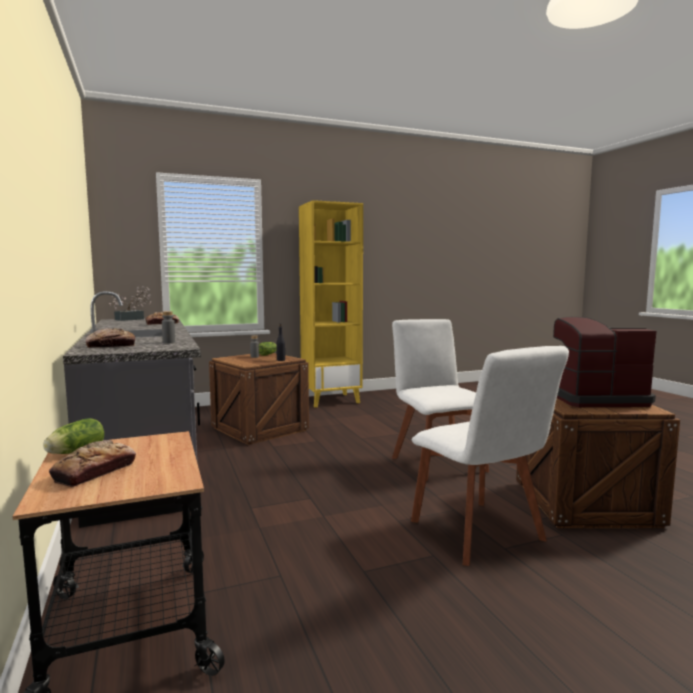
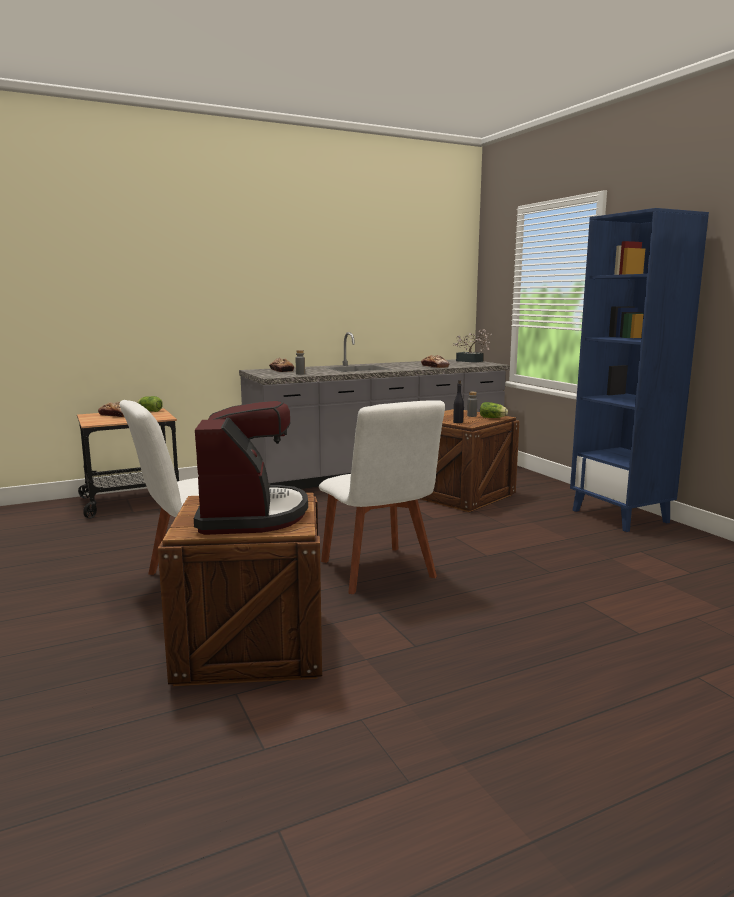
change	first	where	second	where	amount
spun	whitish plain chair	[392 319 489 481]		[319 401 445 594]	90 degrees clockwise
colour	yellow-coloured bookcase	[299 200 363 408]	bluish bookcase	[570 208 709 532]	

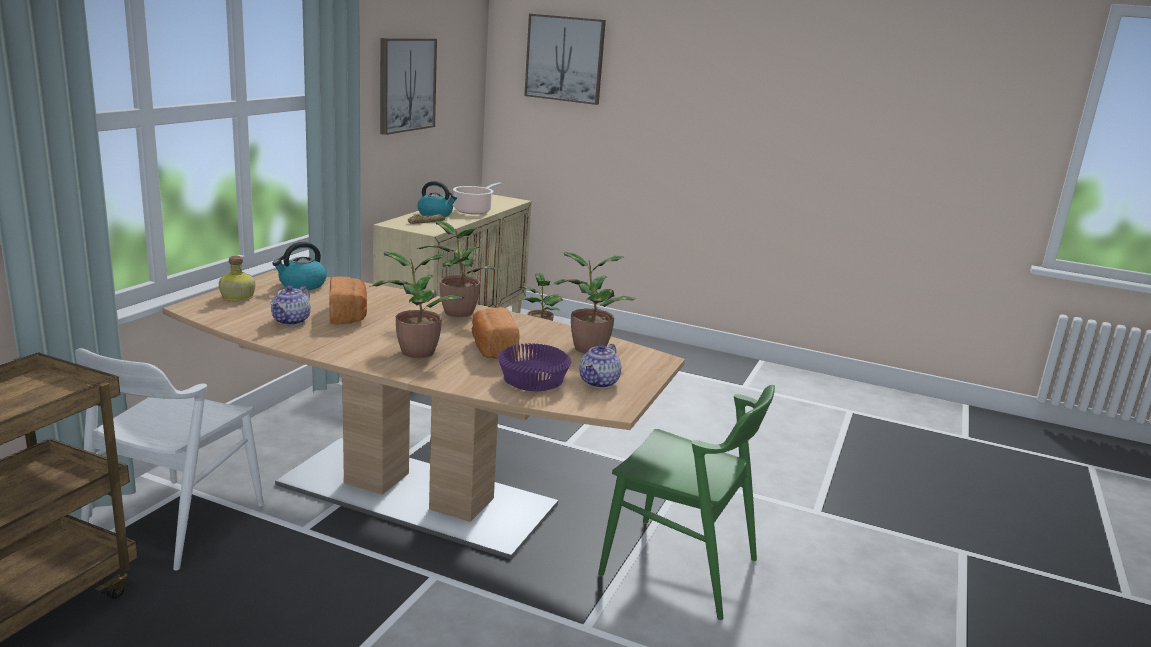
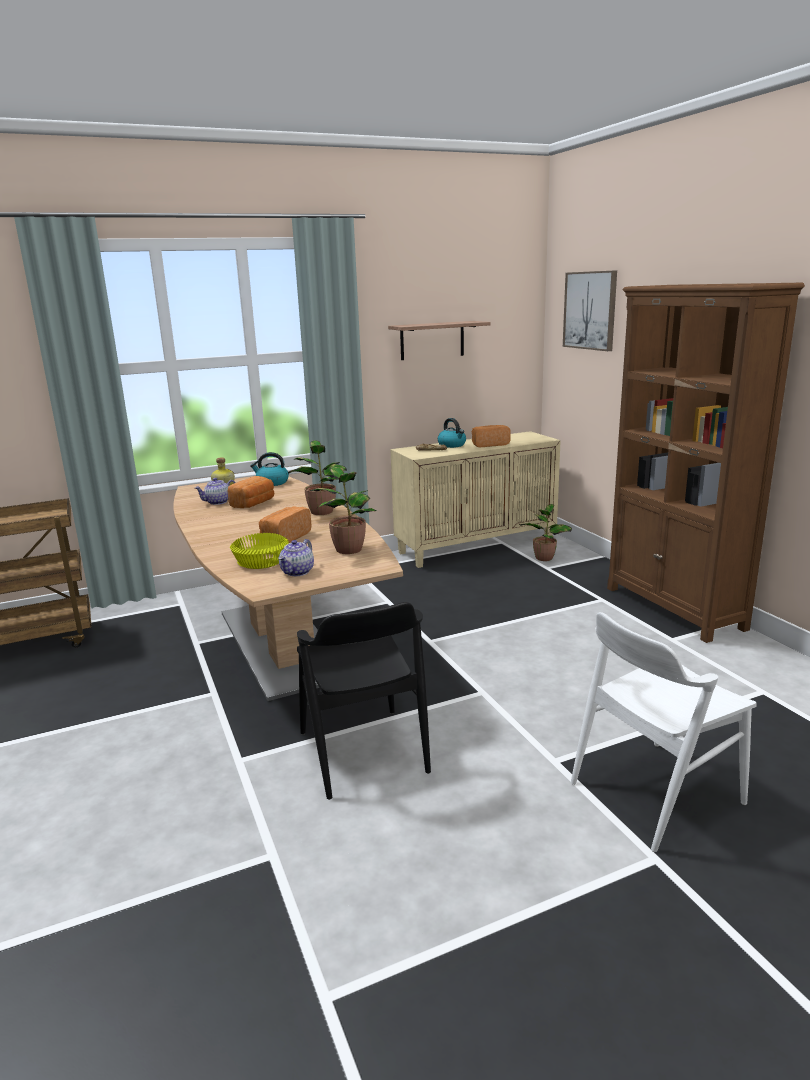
change	first	where	second	where	amount
colour	purplish deep dish	[498 343 572 391]	yellow-coloured deep dish	[230 533 289 569]	
spun	teapot	[579 343 621 388]		[278 539 314 576]	45 degrees counterclockwise
colour	green plain chair	[598 385 775 620]	blackish plain chair	[297 602 431 800]	
exchanged	wall art	[380 38 437 135]	shelf	[388 321 490 360]	
exchanged	saucepot	[453 183 502 215]	baked bread	[472 425 511 447]	
relocated	whitish plain chair	[75 348 264 571]		[571 612 756 852]	
appeared			brown-coloured bookcase	[607 283 805 643]	
missing	plant in a pot	[369 252 465 358]			

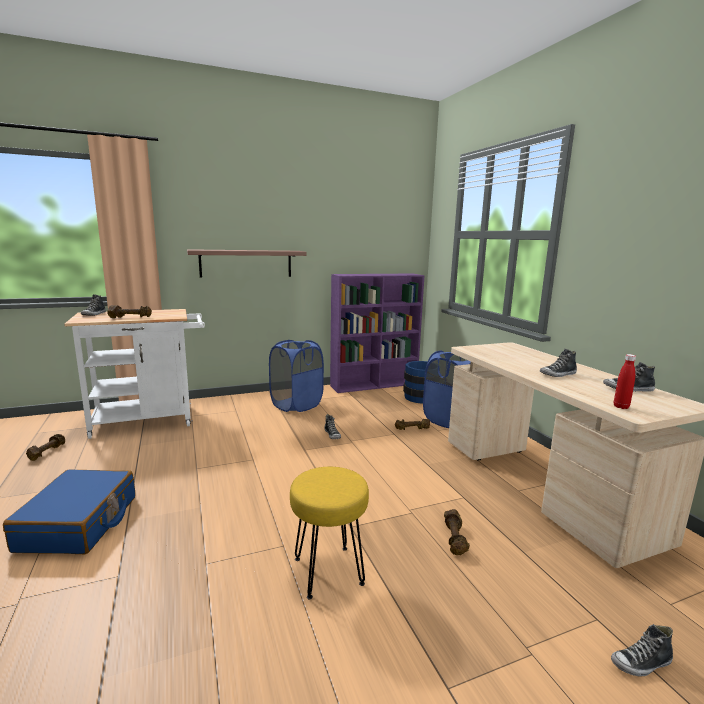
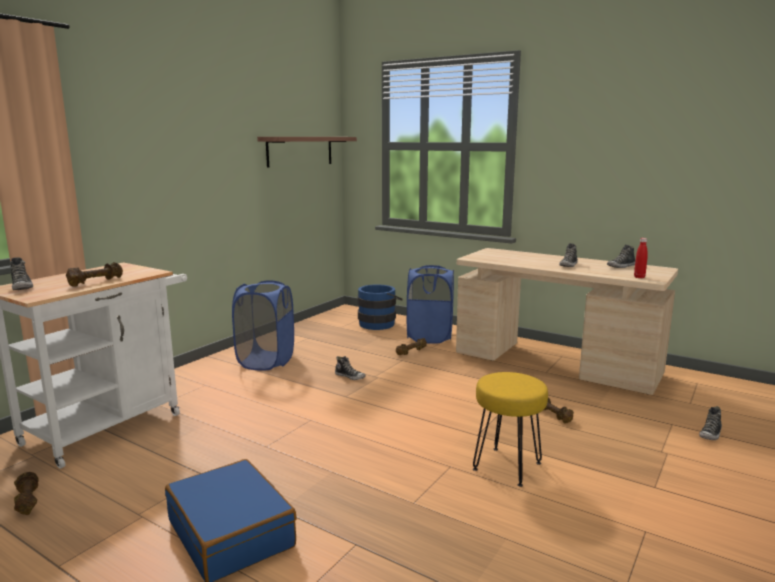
change	first	where	second	where	amount
relocated	shelf	[187 249 307 278]		[257 137 357 168]	
missing	purplish bookcase	[330 274 425 393]			

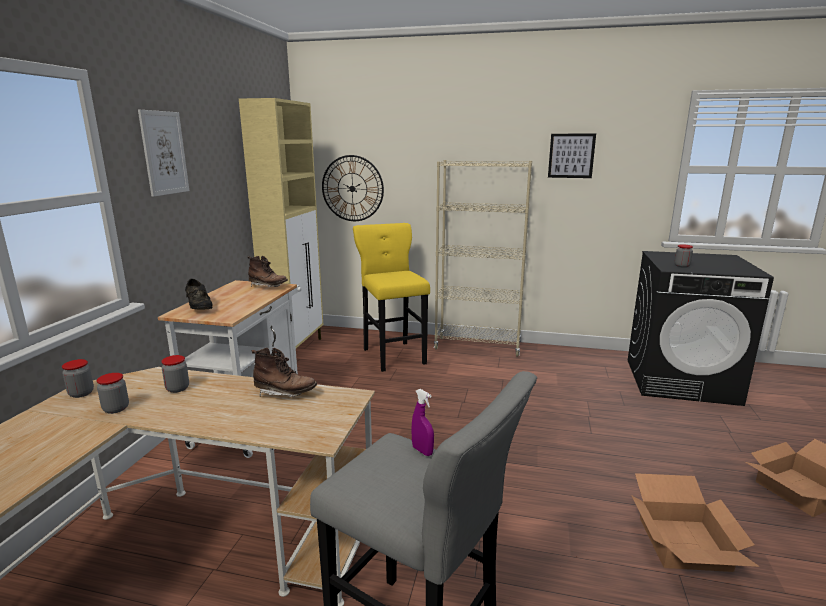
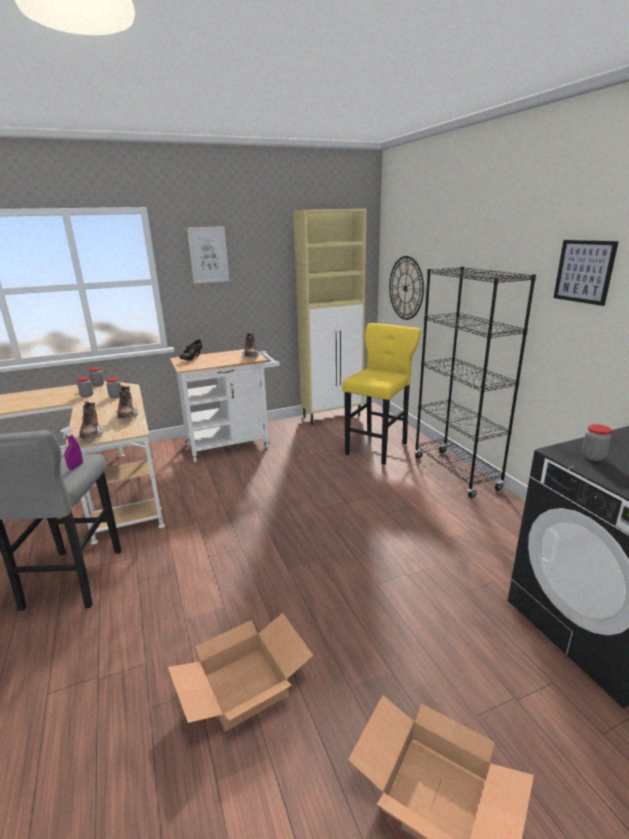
change	first	where	second	where	amount
appeared			brown-coloured boot	[78 401 104 440]	
colour	beige-coloured bookcase	[434 160 532 357]	blackish bookcase	[414 266 536 499]	

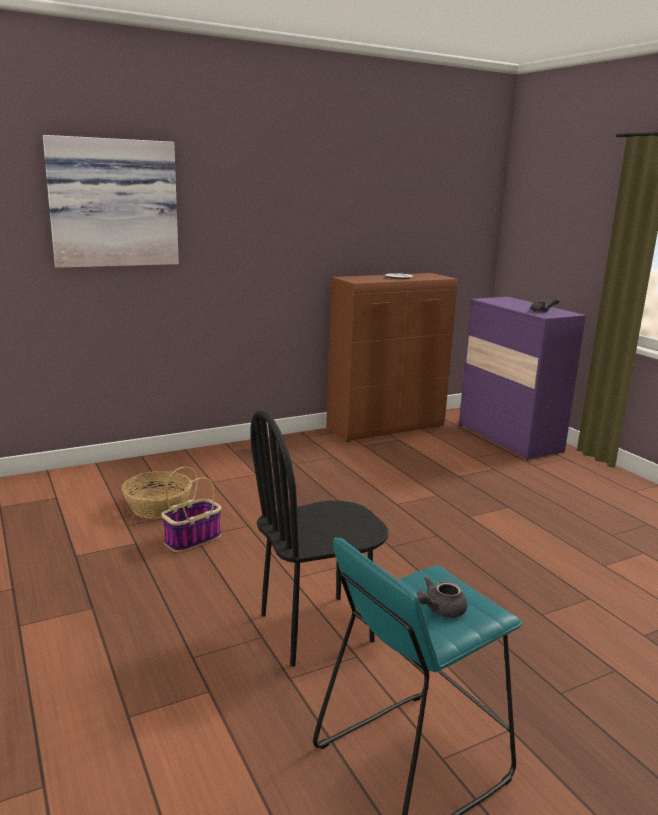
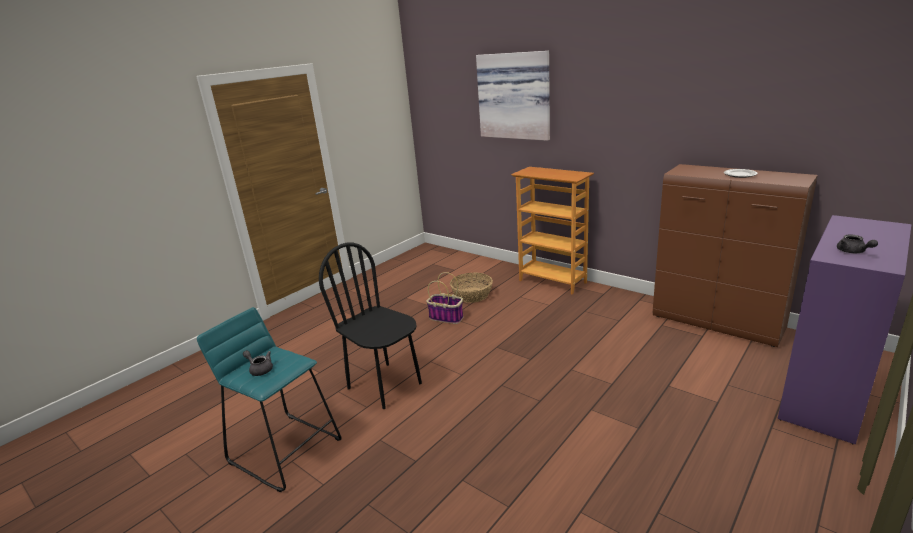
change	first	where	second	where	amount
appeared			bookcase	[511 167 594 295]	

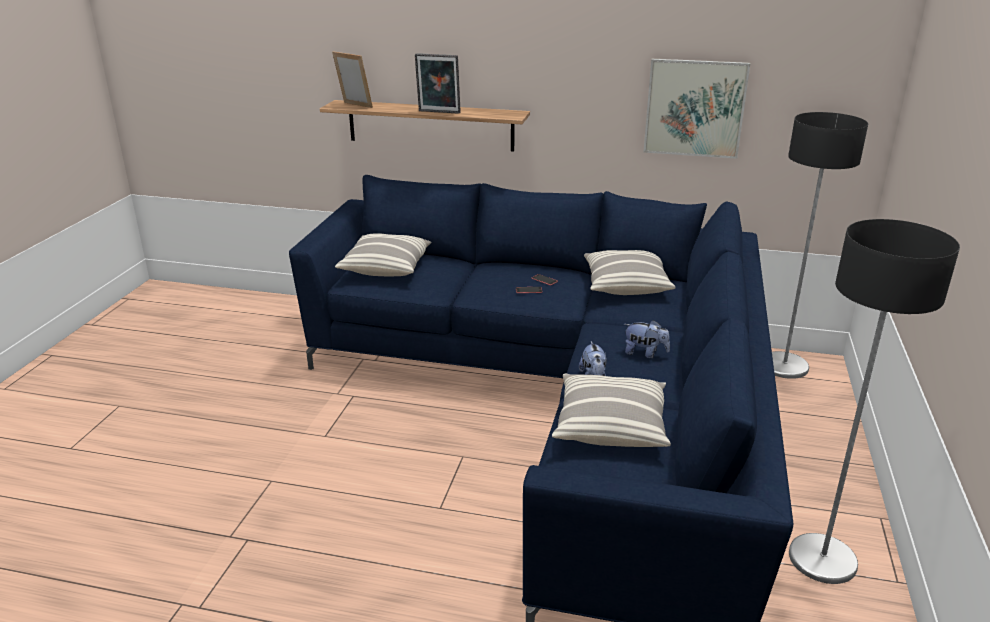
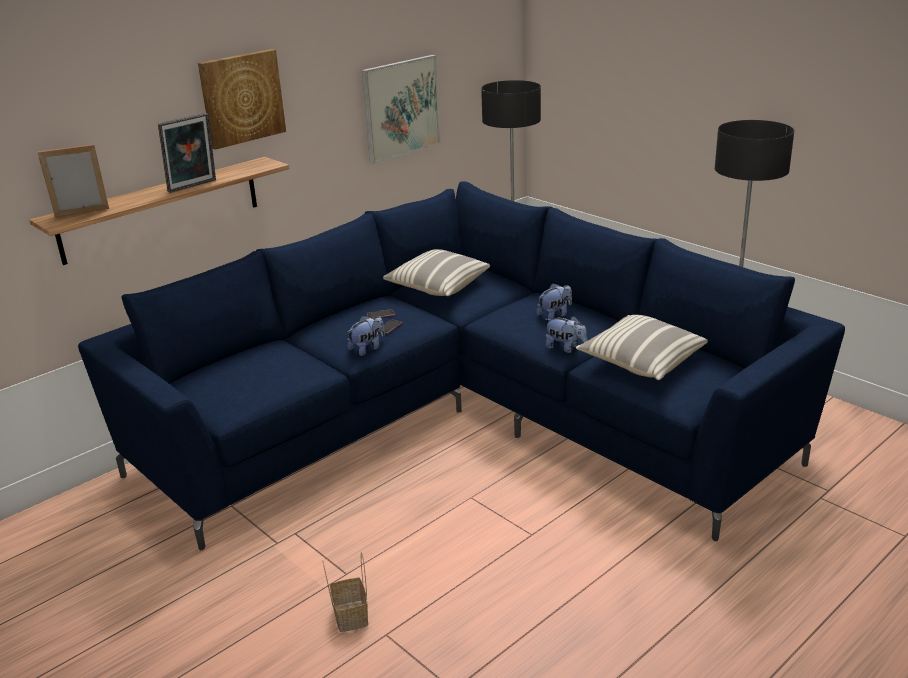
change	first	where	second	where	amount
appeared			wall art	[198 49 286 150]	
appeared			household basket	[322 552 368 632]	
appeared			soft toy	[347 316 385 356]	
missing	cushion	[335 233 432 276]			

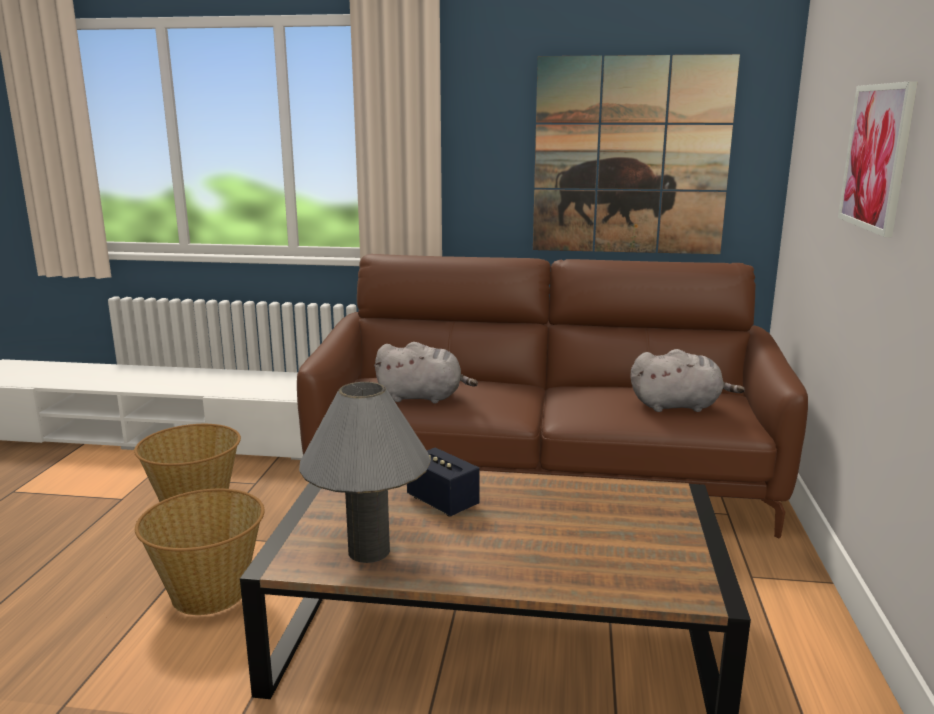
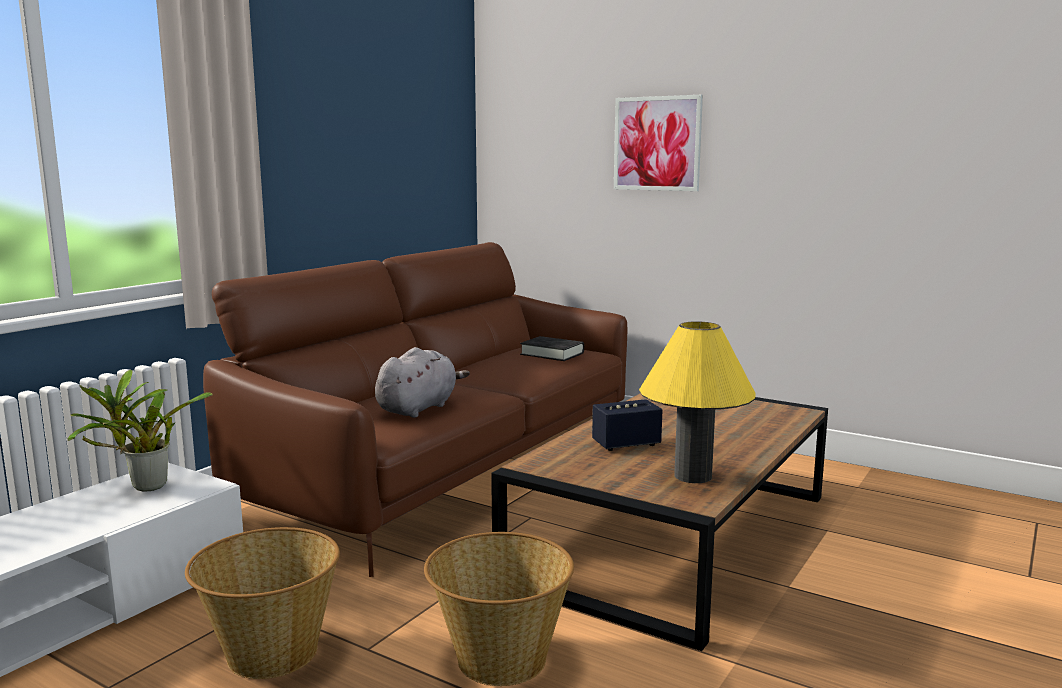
change	first	where	second	where	amount
appeared			plant in a pot	[67 370 213 491]	
exchanged	gray soft toy	[631 349 745 412]	blackish volume	[520 336 584 361]	
colour	gray lamp for a table	[299 382 431 563]	yellow-coloured lamp for a table	[639 321 756 483]	
missing	wall art	[533 54 740 254]			

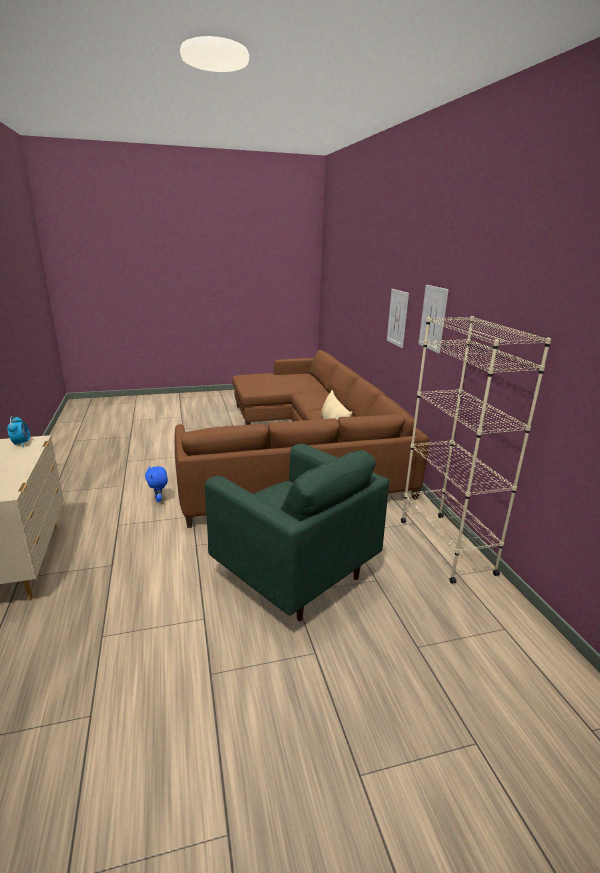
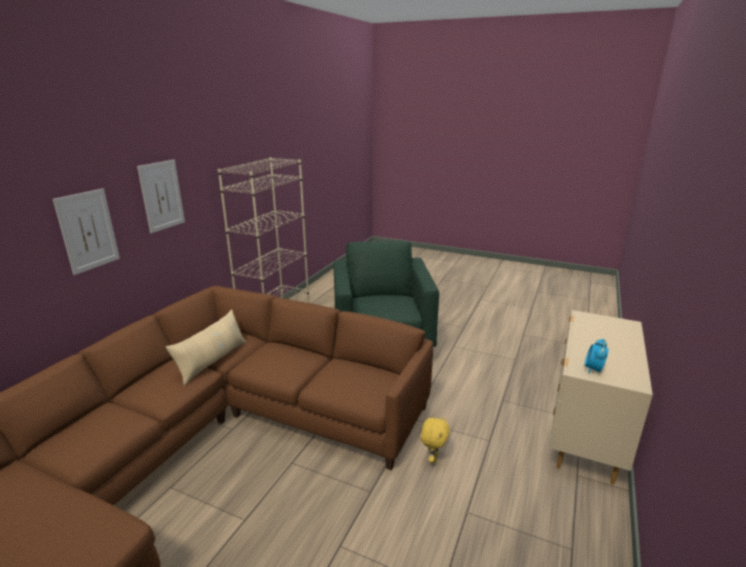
change	first	where	second	where	amount
colour	bluish soft toy	[145 466 168 502]	yellow-coloured soft toy	[421 417 450 463]	

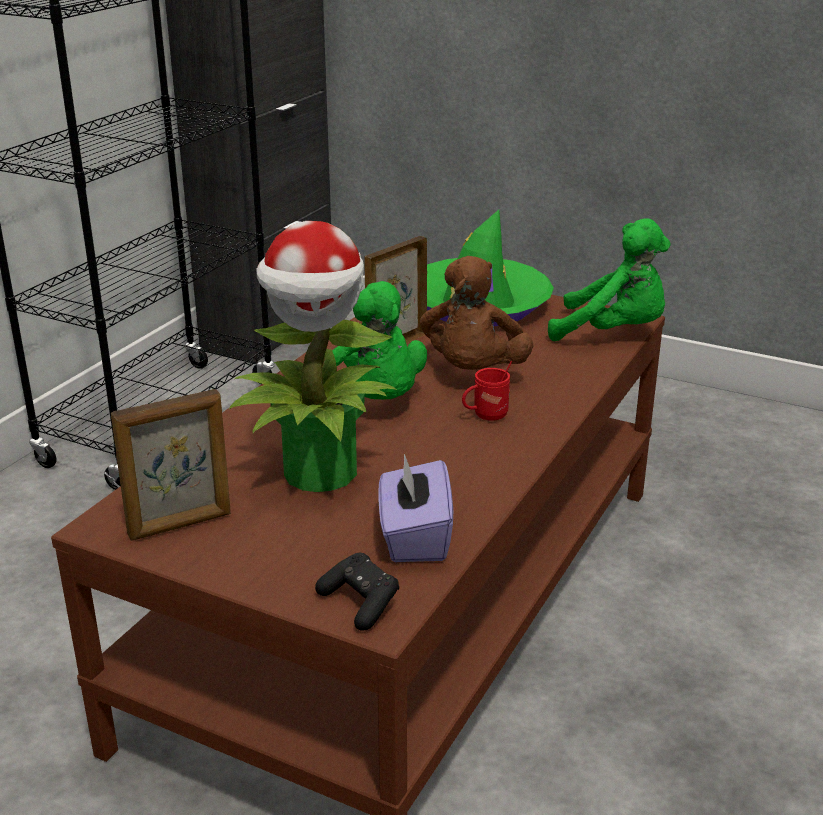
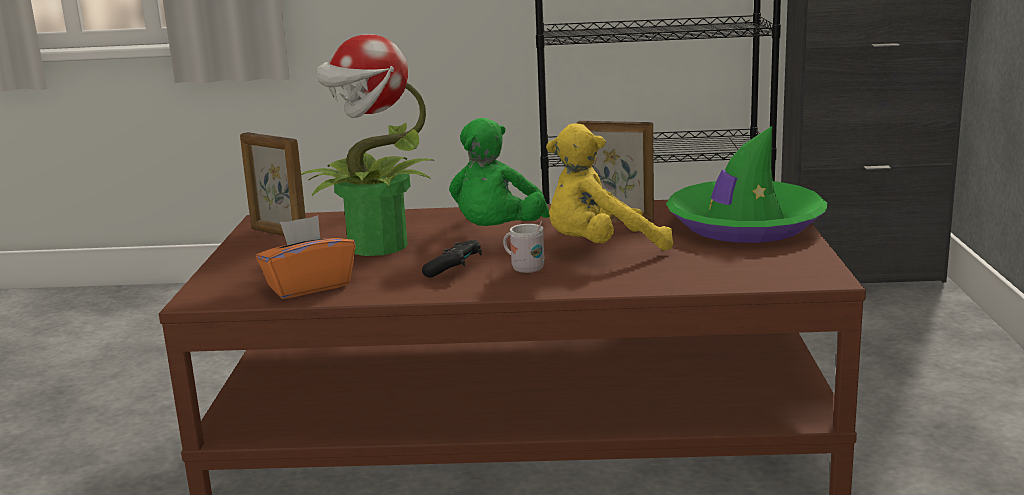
change	first	where	second	where	amount
colour	purplish tissue holder	[378 454 453 562]	orangey tissue holder	[256 215 356 299]	
relocated	blackish joypad	[315 553 399 631]		[422 240 482 278]	
colour	red tea mug	[462 361 512 421]	whitish tea mug	[503 221 545 273]	
colour	brown-coloured soft toy	[420 256 533 370]	yellow-coloured soft toy	[546 123 673 251]	
missing	green soft toy	[548 218 671 341]			

